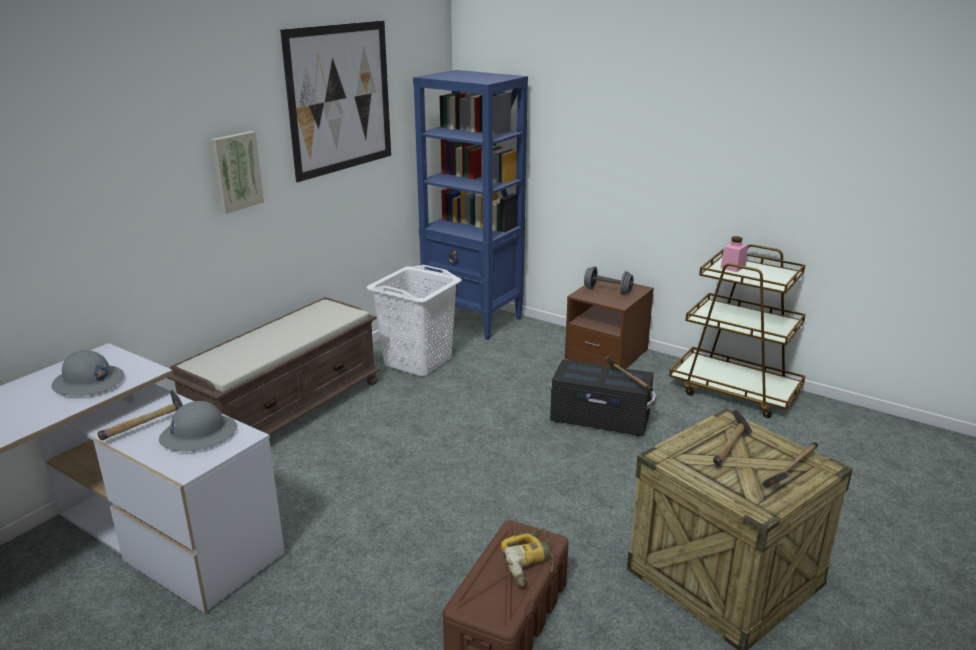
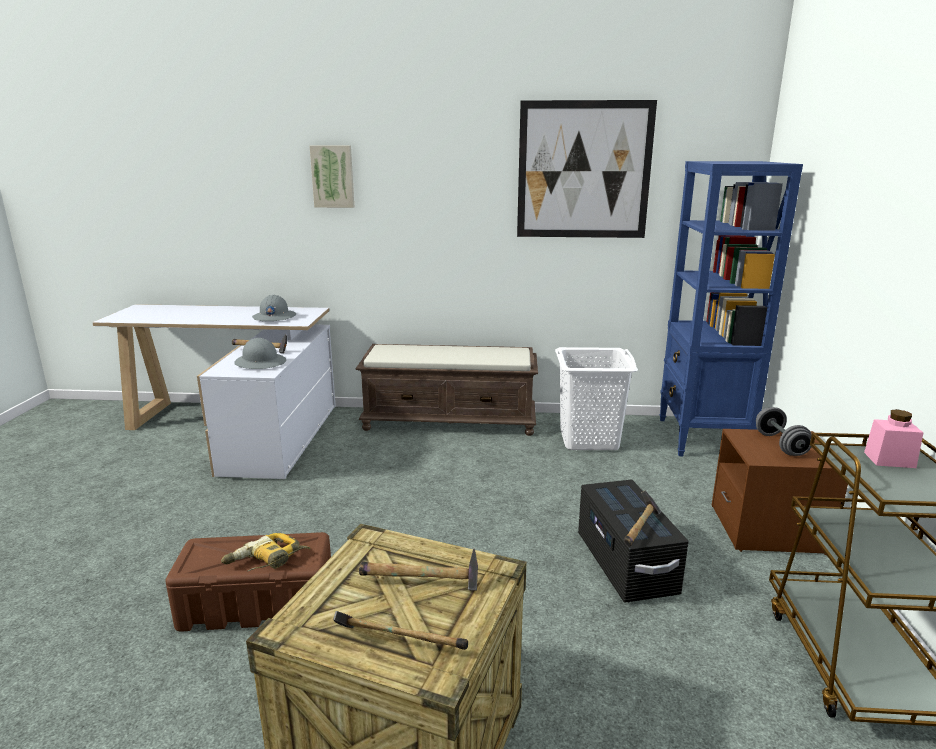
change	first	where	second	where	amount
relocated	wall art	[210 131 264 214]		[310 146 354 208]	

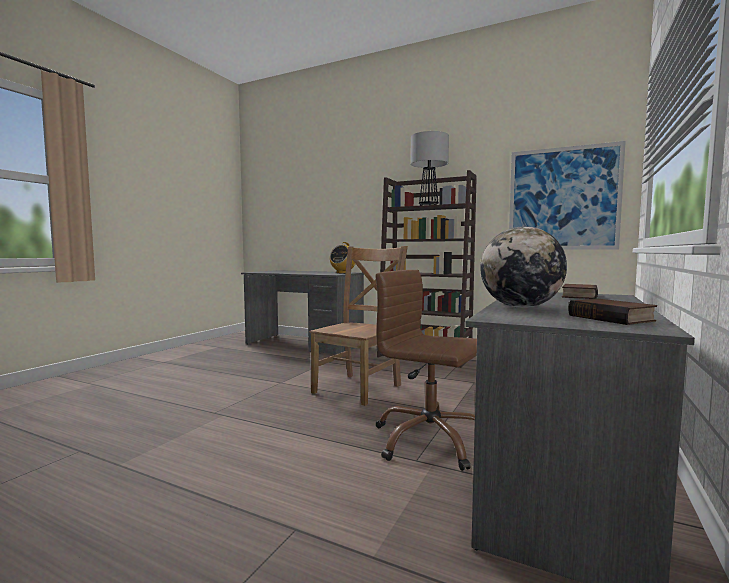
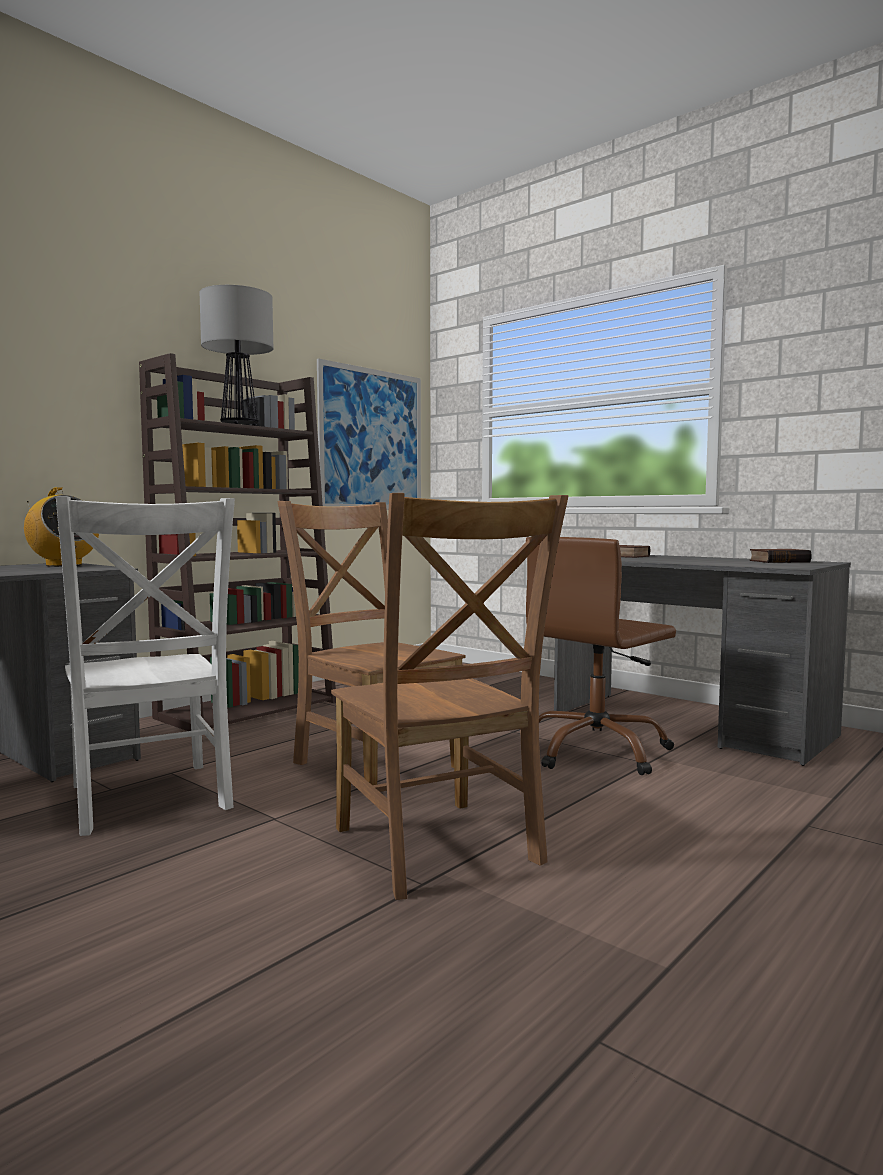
change	first	where	second	where	amount
appeared			whitish plain chair	[56 496 235 836]	
appeared			brown-coloured plain chair	[331 493 569 900]	
missing	desk globe	[480 226 567 308]			

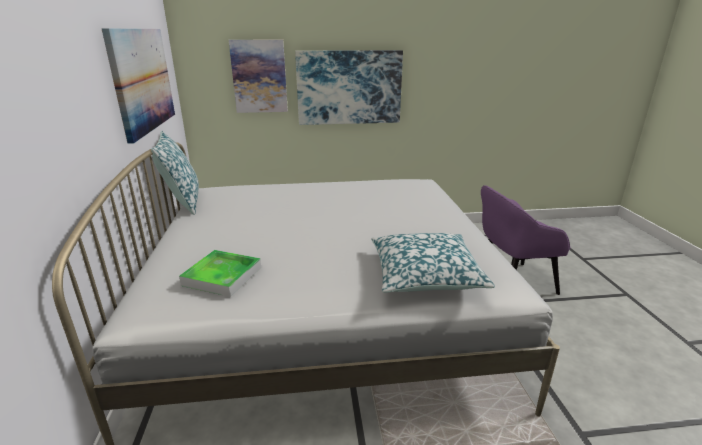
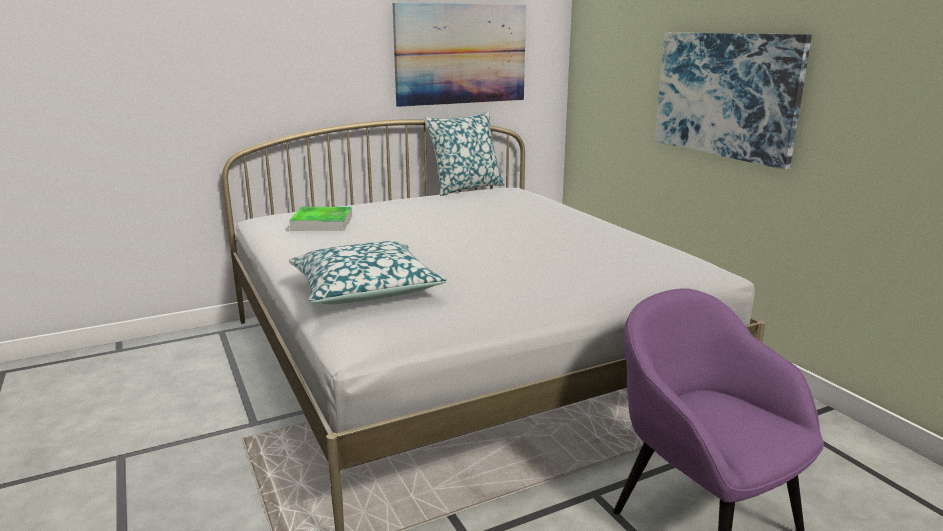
change	first	where	second	where	amount
missing	wall art	[229 40 288 113]			

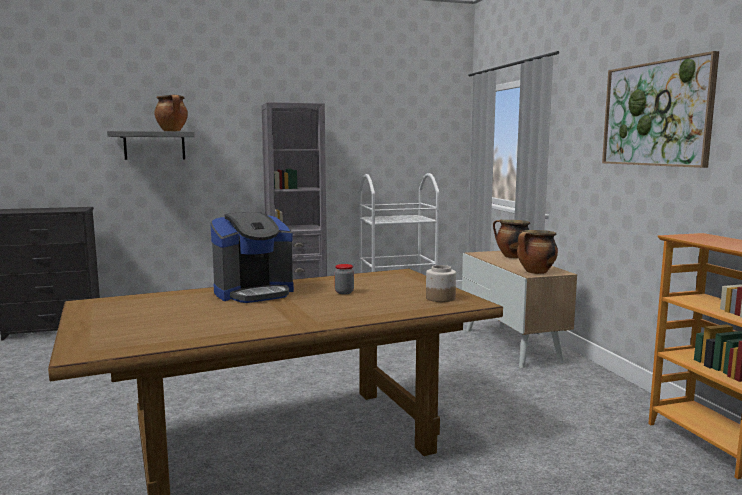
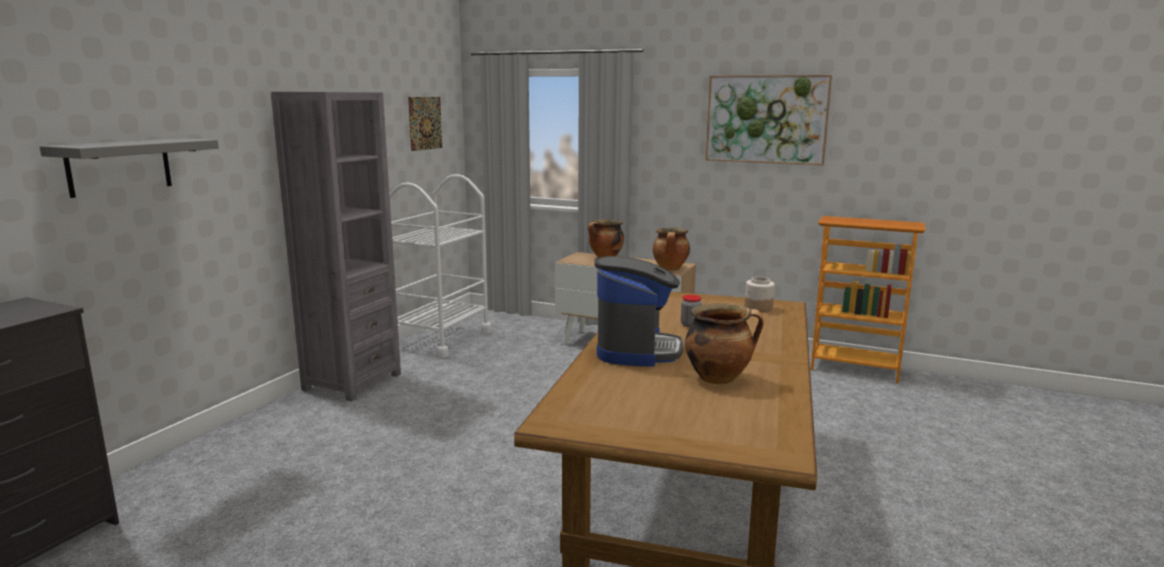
change	first	where	second	where	amount
appeared			wall art	[408 97 442 151]	
relocated	saucepot	[154 95 188 131]		[685 303 764 384]	

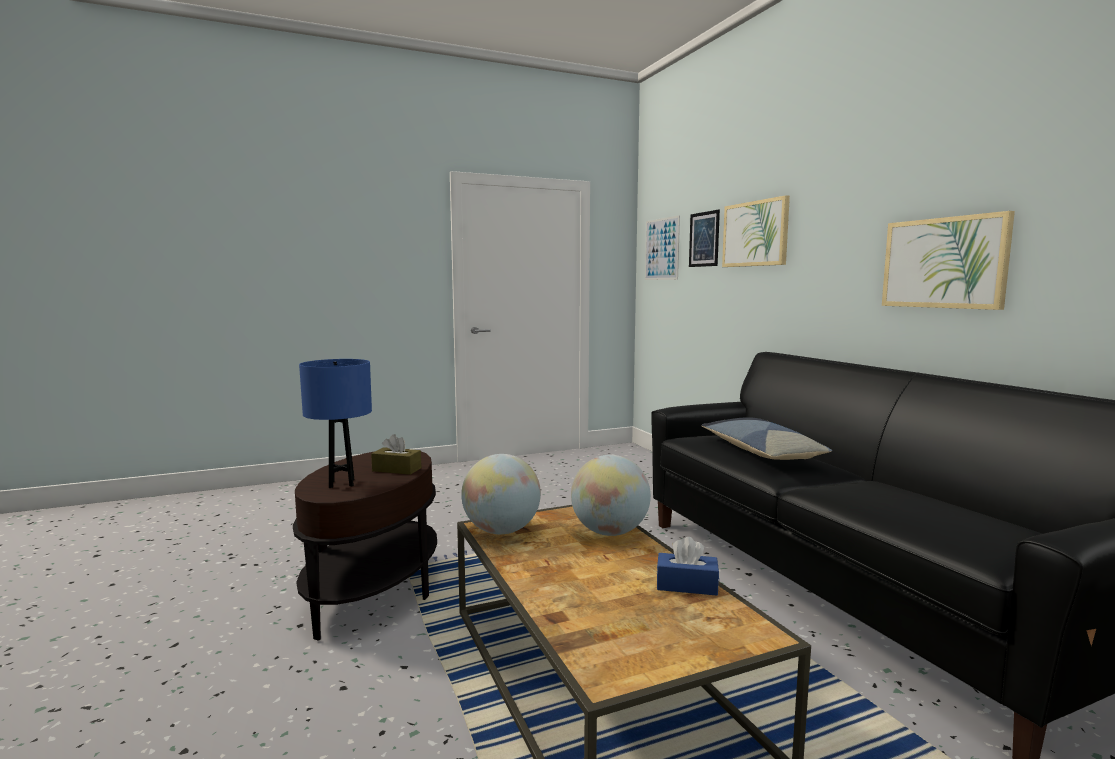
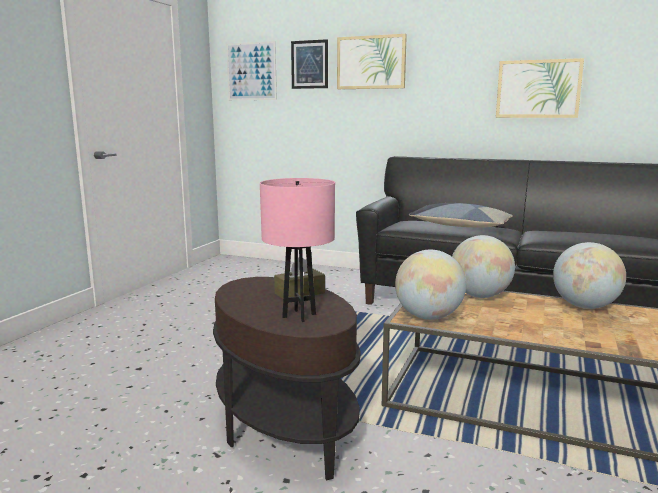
change	first	where	second	where	amount
colour	bluish lamp for a table	[299 359 372 488]	pink lamp for a table	[260 178 335 322]	
exchanged	bluish tissue holder	[656 537 719 596]	desk globe	[553 242 626 309]	

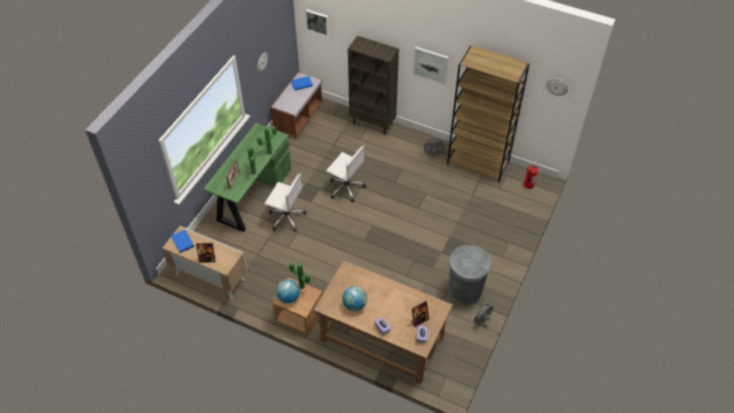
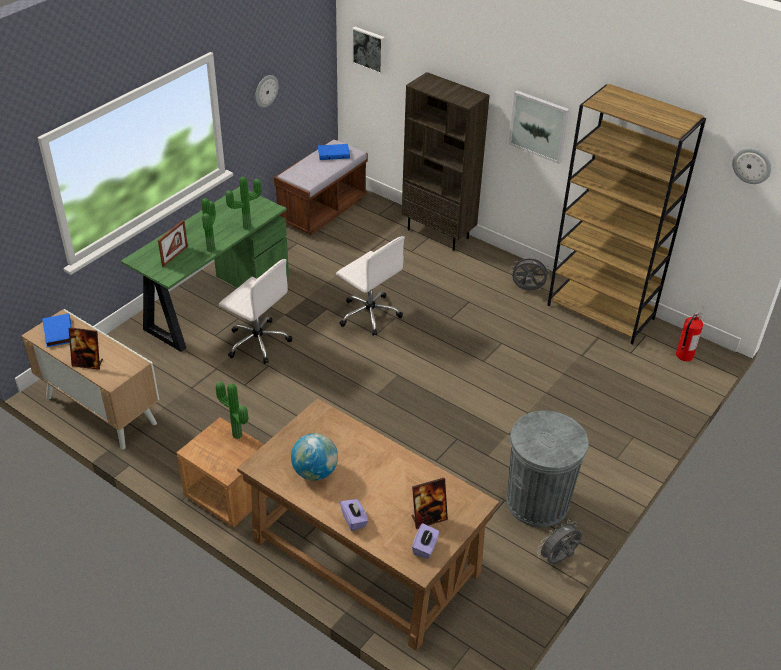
change	first	where	second	where	amount
missing	desk globe	[276 279 300 303]			

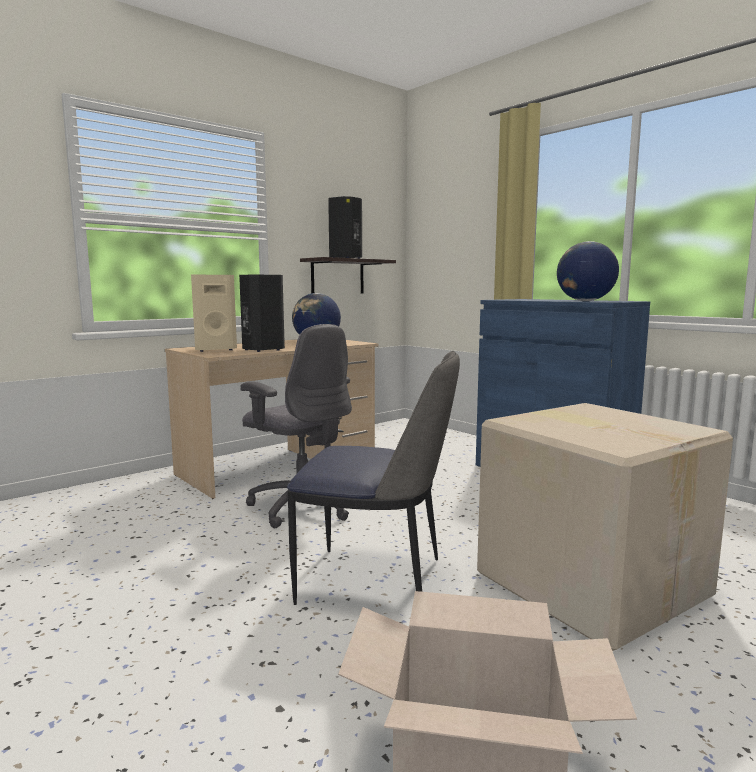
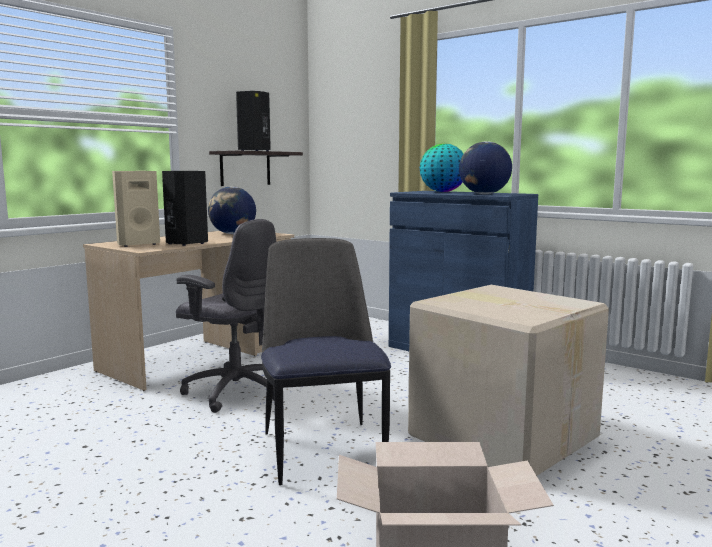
change	first	where	second	where	amount
spun	plain chair	[287 351 460 605]		[261 238 391 485]	105 degrees counterclockwise
appeared			desk globe	[420 143 464 192]	

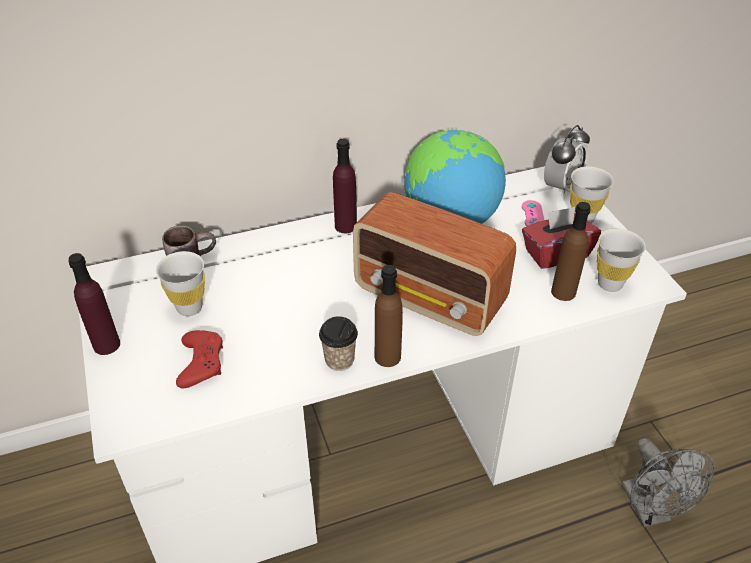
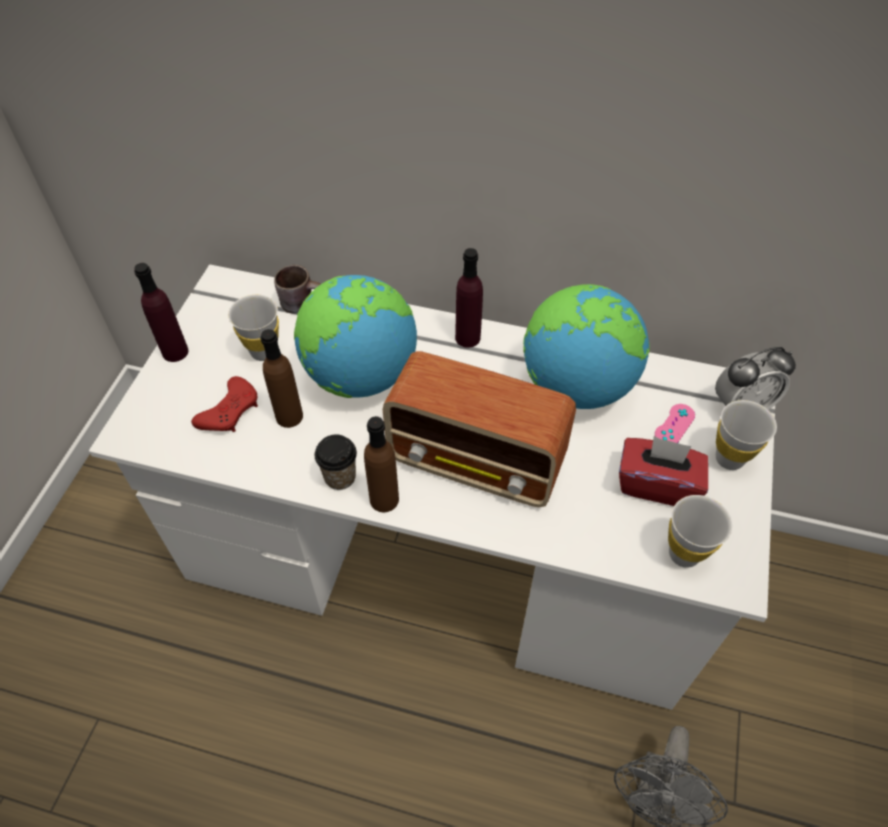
change	first	where	second	where	amount
relocated	brown-coloured bottle	[551 202 591 301]		[261 329 303 428]	
appeared			desk globe	[294 275 417 398]	
spun	radio	[353 192 516 336]		[383 351 576 507]	45 degrees counterclockwise

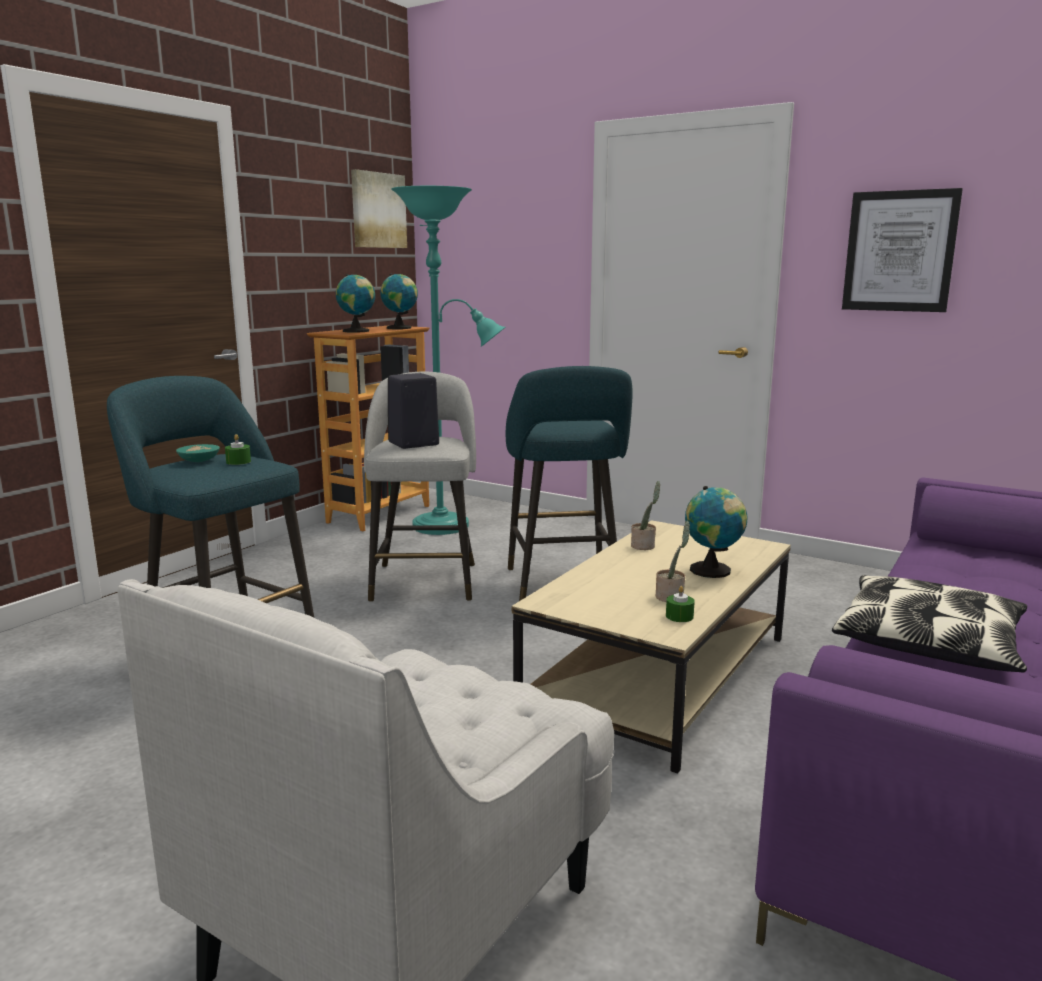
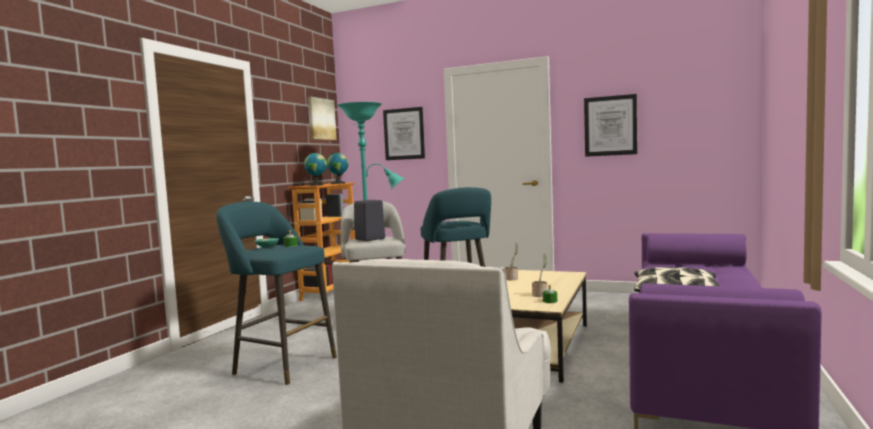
change	first	where	second	where	amount
appeared			wall art	[383 107 425 160]	
missing	desk globe	[685 486 748 578]			

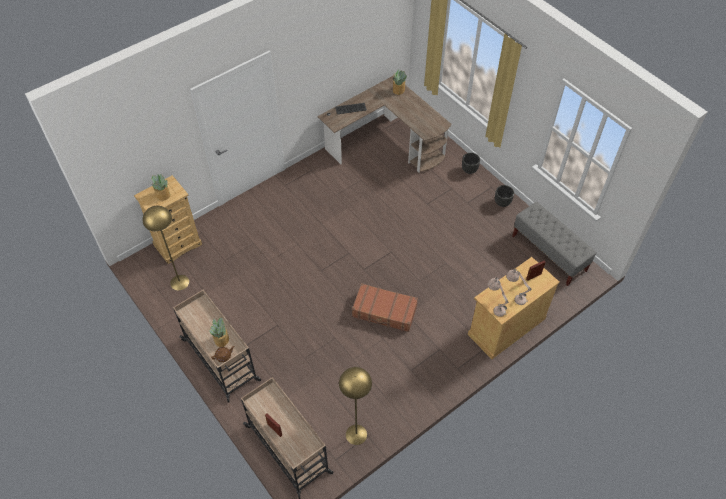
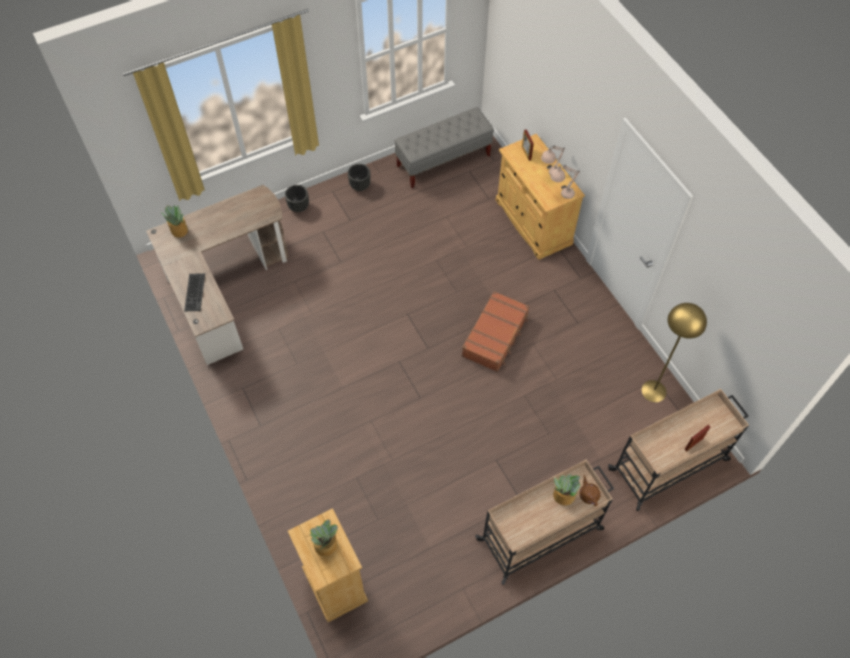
change	first	where	second	where	amount
missing	yellow-coloured standing lamp	[143 206 189 291]			

